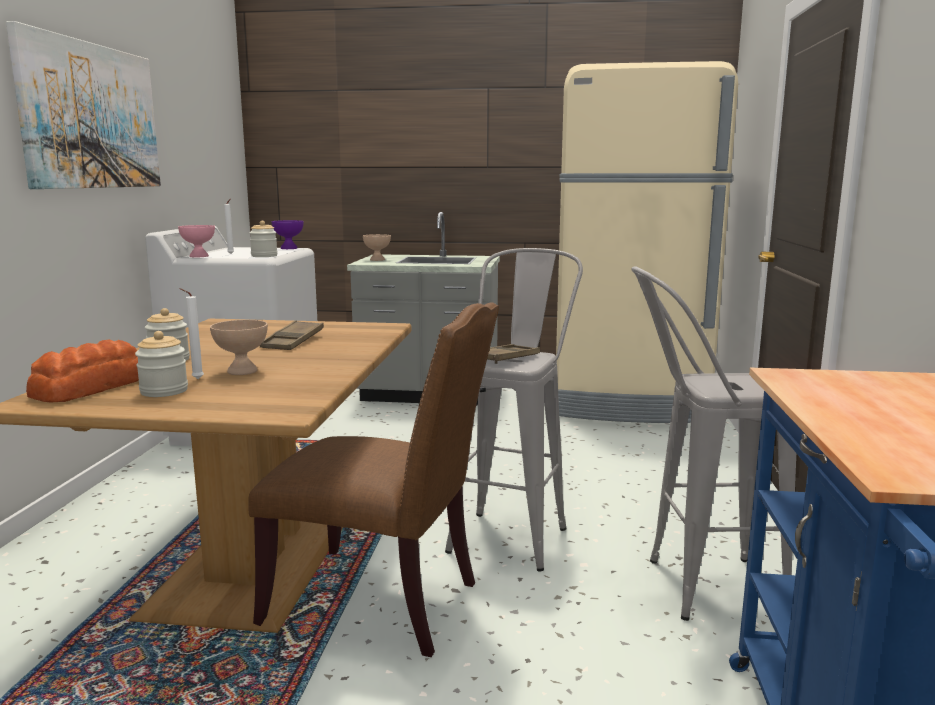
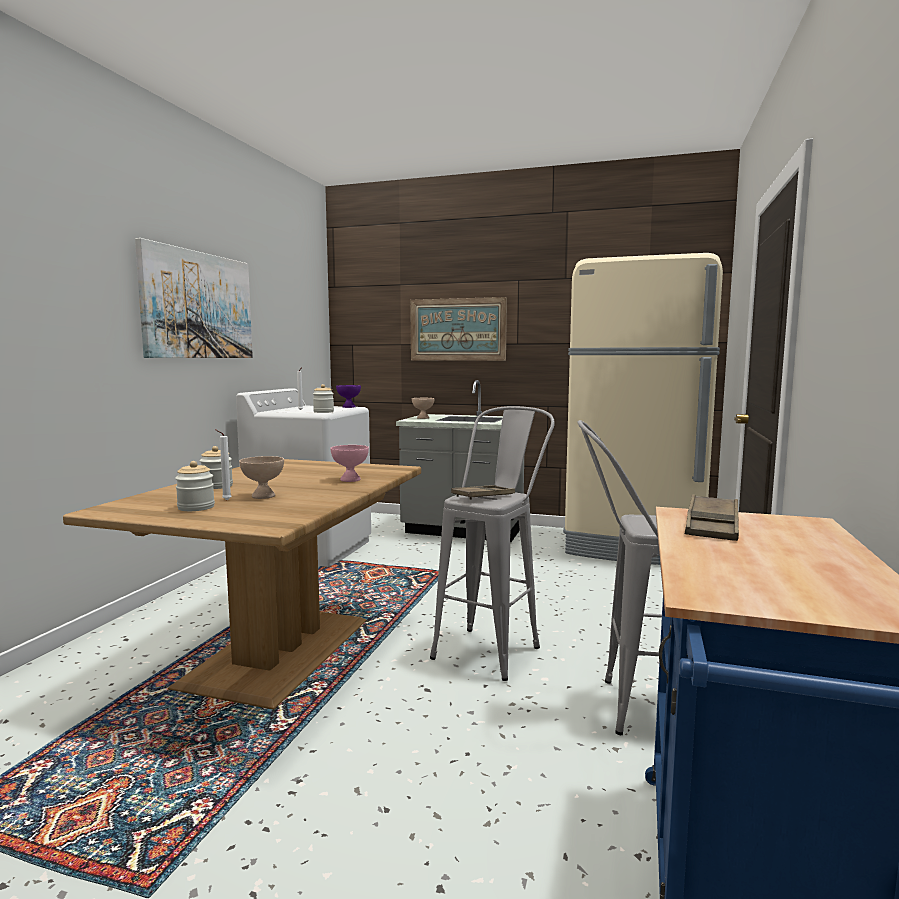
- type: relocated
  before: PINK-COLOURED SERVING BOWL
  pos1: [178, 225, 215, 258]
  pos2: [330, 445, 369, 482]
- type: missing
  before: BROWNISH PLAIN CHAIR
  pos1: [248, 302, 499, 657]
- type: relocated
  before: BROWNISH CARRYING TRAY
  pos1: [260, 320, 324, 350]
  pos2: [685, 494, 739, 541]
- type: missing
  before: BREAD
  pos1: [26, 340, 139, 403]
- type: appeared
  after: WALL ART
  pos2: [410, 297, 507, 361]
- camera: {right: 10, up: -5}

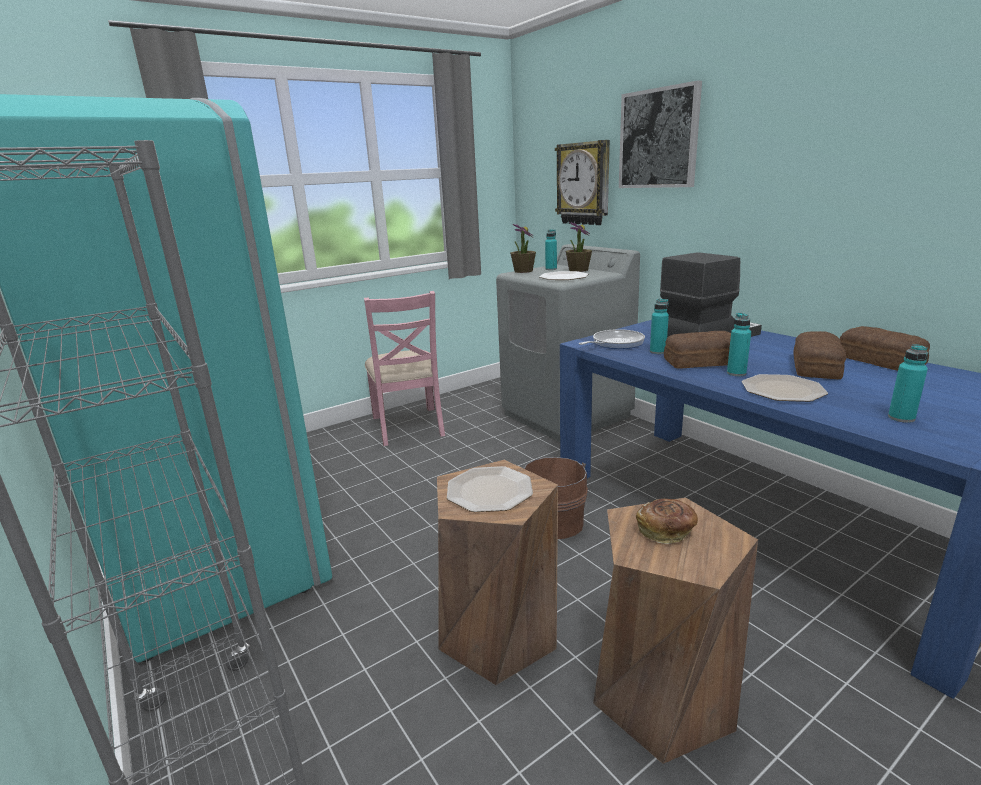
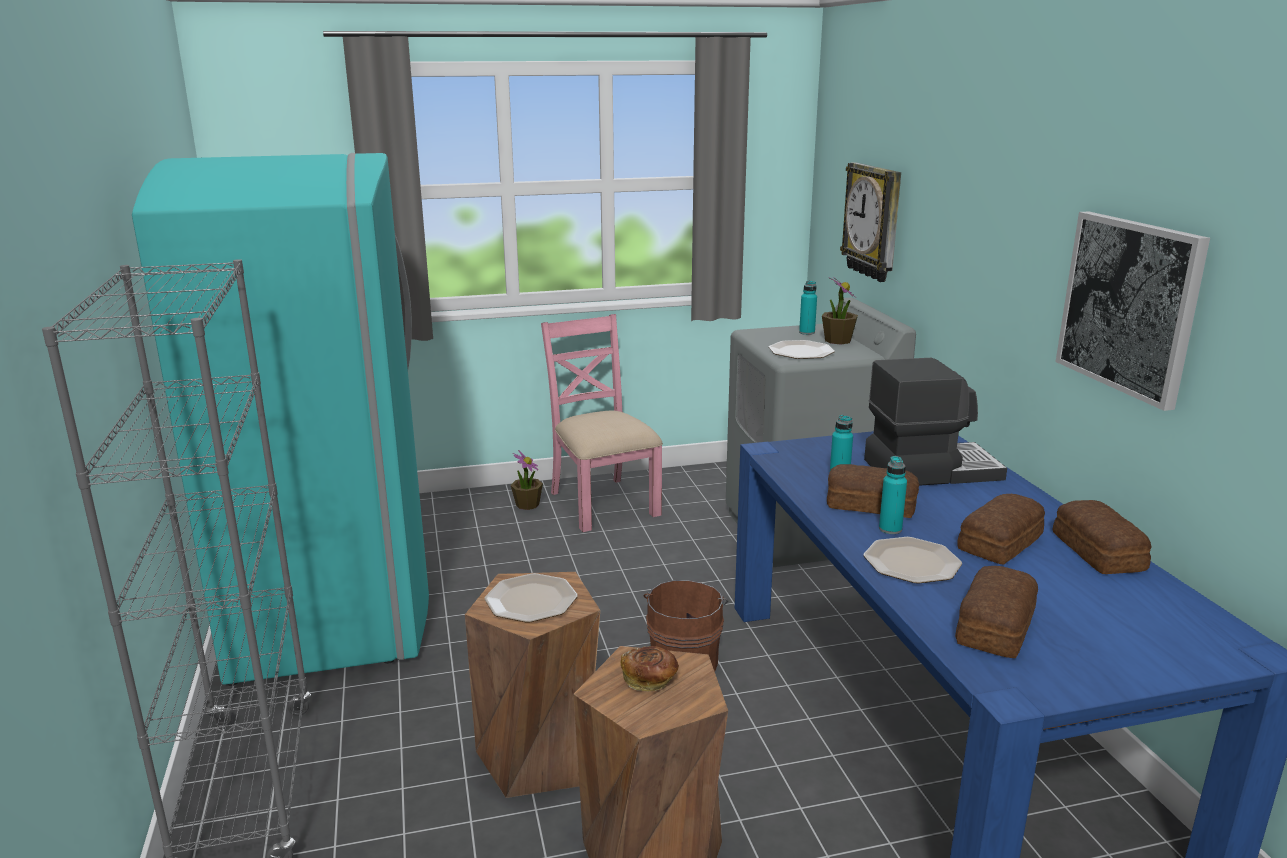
- type: relocated
  before: WALL ART
  pos1: [619, 80, 702, 188]
  pos2: [1056, 212, 1210, 411]
- type: relocated
  before: HOUSEPLANT
  pos1: [510, 224, 536, 273]
  pos2: [511, 450, 543, 510]
- type: spun
  before: PINK-COLOURED PLAIN CHAIR
  pos1: [364, 291, 445, 446]
  pos2: [541, 314, 663, 532]
  turn: 150
- type: missing
  before: PAN
  pos1: [579, 329, 645, 349]
- type: exchanged
  before: TURQUOISE-COLOURED BEVERAGE BOTTLE
  after: BREAD
  pos1: [888, 344, 928, 423]
  pos2: [955, 566, 1038, 658]
- camera: {right: 20, up: 0}

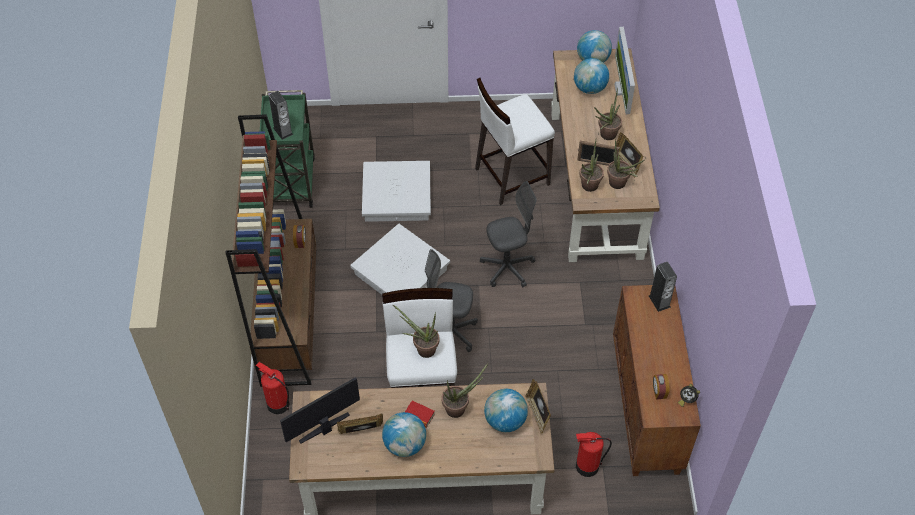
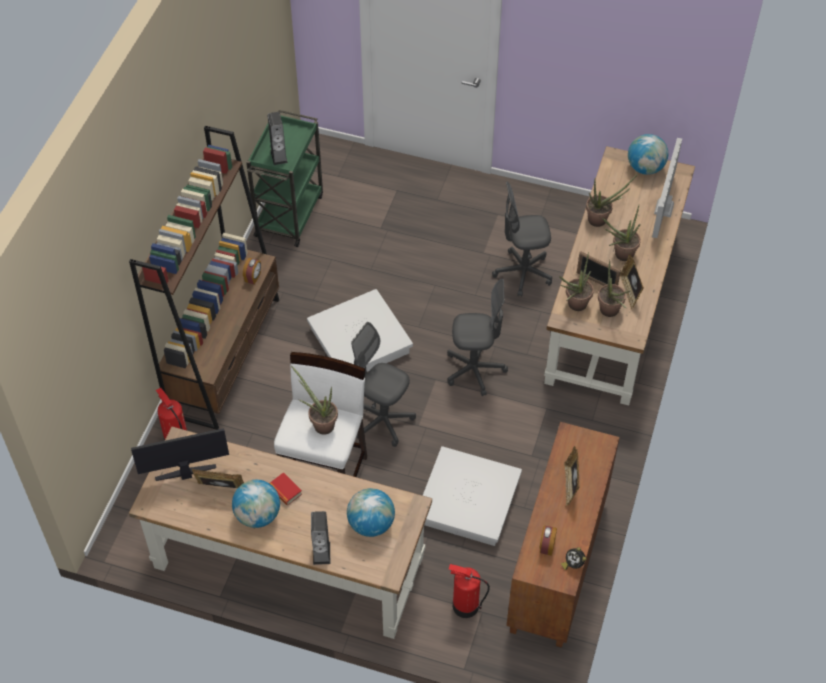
- type: missing
  before: DESK GLOBE
  pos1: [574, 58, 609, 94]
- type: exchanged
  before: WHITE STOOL SEAT
  after: GRAY DESK CHAIR
  pos1: [475, 78, 555, 205]
  pos2: [492, 182, 552, 297]
- type: relocated
  before: WHITE STORAGE CONTAINER
  pos1: [362, 161, 431, 222]
  pos2: [423, 446, 522, 546]
- type: relocated
  before: LOUDSPEAKER
  pos1: [649, 262, 677, 312]
  pos2: [311, 511, 330, 565]
- type: relocated
  before: HOUSEPLANT
  pos1: [442, 364, 488, 418]
  pos2: [586, 174, 637, 227]
- type: relocated
  before: STANDING FRAME
  pos1: [525, 379, 551, 434]
  pos2: [564, 446, 580, 506]
- camera: {right: 20, up: 0}

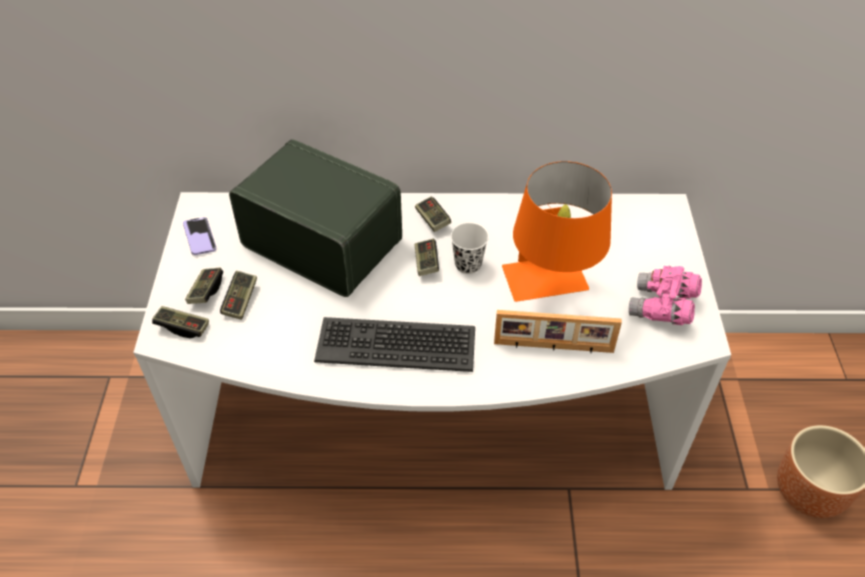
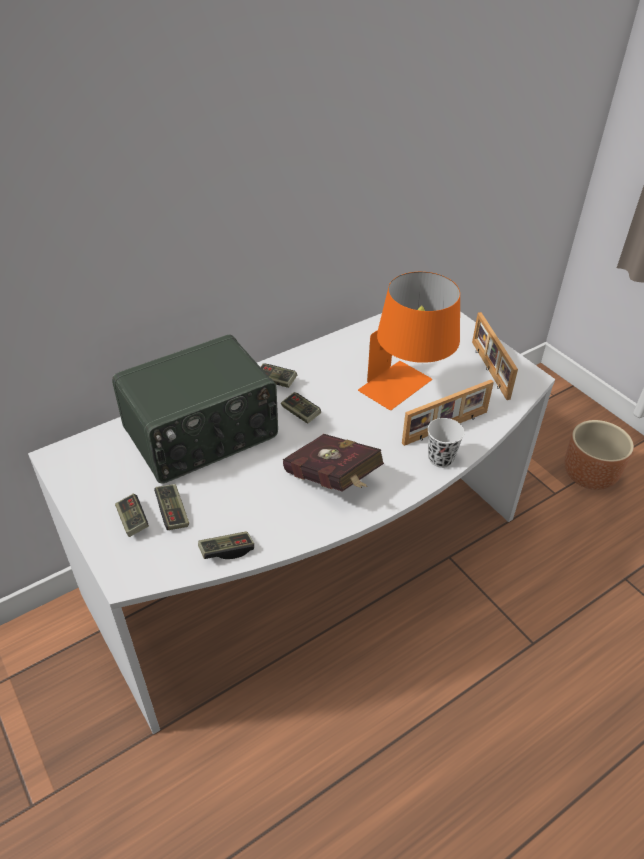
- type: spun
  before: RADIO
  pos1: [229, 139, 402, 297]
  pos2: [112, 334, 278, 483]
  turn: 150
- type: missing
  before: PHONE
  pos1: [183, 217, 216, 255]
- type: relocated
  before: WHITE CUP
  pos1: [451, 223, 489, 274]
  pos2: [428, 418, 465, 468]
- type: exchanged
  before: PINK-COLOURED FIELD GLASSES
  after: STANDING FRAME
  pos1: [629, 265, 702, 325]
  pos2: [472, 312, 518, 400]
- type: relocated
  before: GAME CONTROLLER
  pos1: [152, 306, 209, 338]
  pos2: [198, 532, 254, 559]
- type: exchanged
  before: KEYBOARD
  after: RED VOLUME
  pos1: [314, 317, 475, 372]
  pos2: [283, 434, 384, 492]
- camera: {right: -35, up: -5}

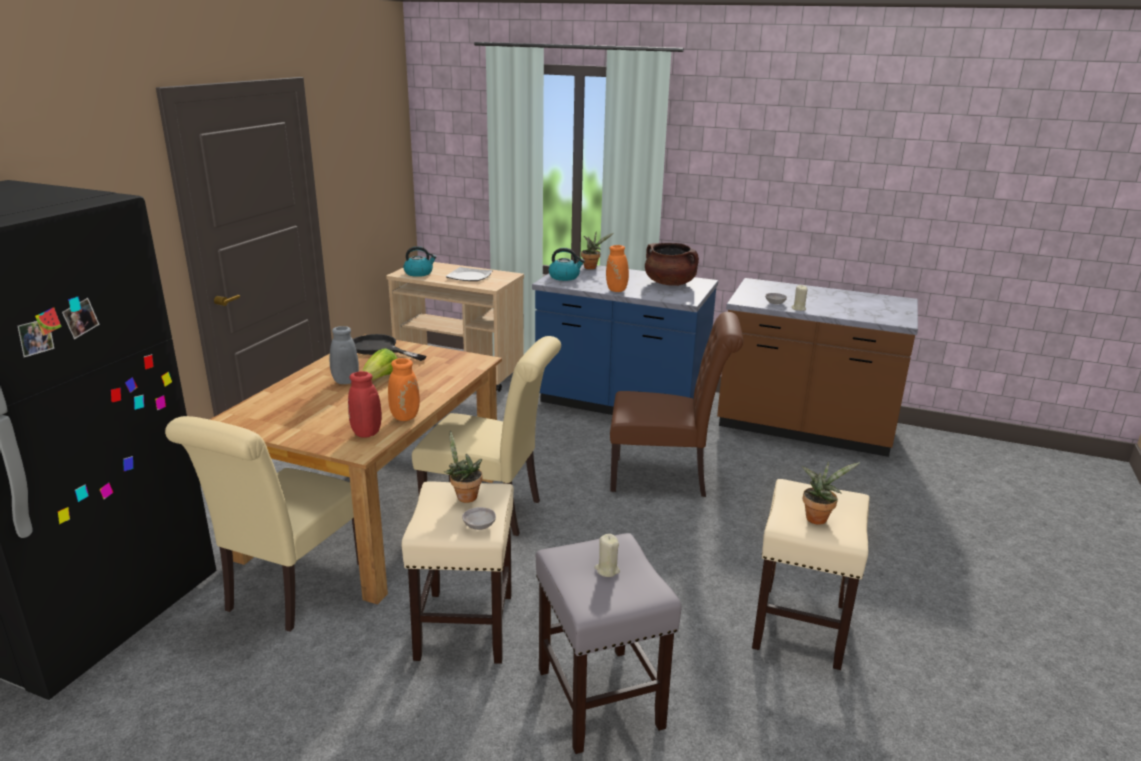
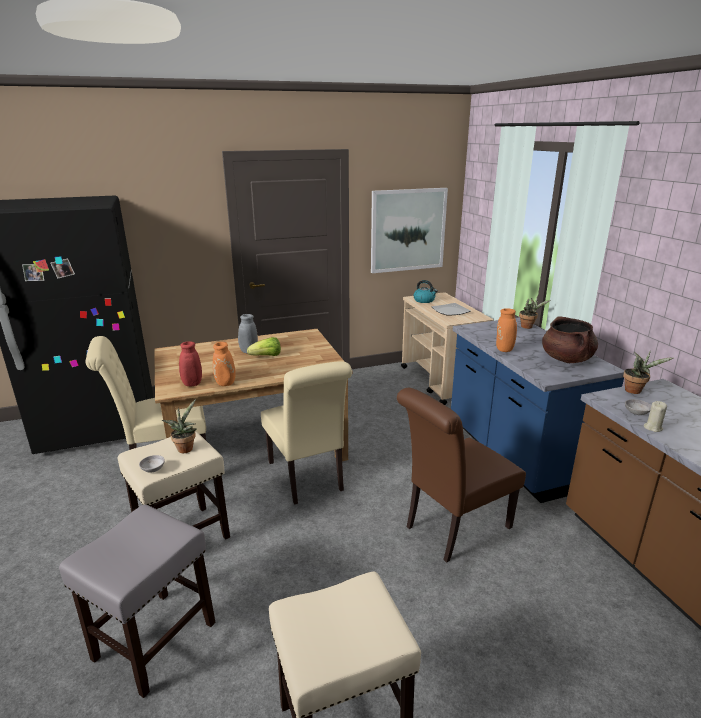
- type: missing
  before: KETTLE
  pos1: [549, 248, 585, 281]
- type: spun
  before: BROWNISH PLAIN CHAIR
  pos1: [610, 312, 743, 497]
  pos2: [397, 388, 526, 563]
  turn: 90
- type: missing
  before: BLACK-COLOURED PAN
  pos1: [353, 334, 427, 361]
- type: relocated
  before: HOUSEPLANT
  pos1: [802, 461, 860, 525]
  pos2: [623, 351, 673, 394]
- type: missing
  before: BEIGE-COLOURED WAX LIGHT
  pos1: [595, 534, 620, 577]
- type: appeared
  after: WALL ART
  pos2: [371, 188, 448, 273]
- camera: {right: 50, up: 0}

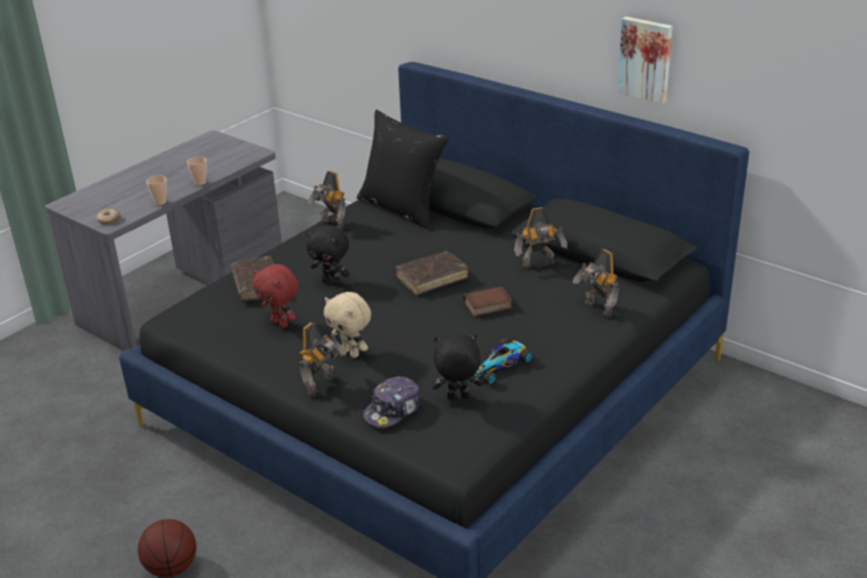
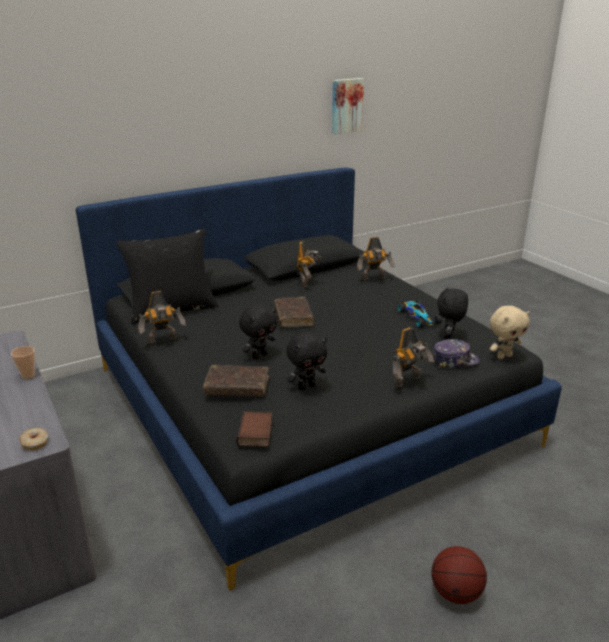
- type: relocated
  before: WALL ART
  pos1: [618, 16, 673, 104]
  pos2: [332, 78, 364, 134]
- type: missing
  before: CUP
  pos1: [146, 175, 167, 205]
- type: colour
  before: RED SOFT TOY
  after: BLACK-COLOURED SOFT TOY
  pos1: [252, 264, 298, 328]
  pos2: [286, 332, 327, 390]
- type: relocated
  before: VOLUME
  pos1: [463, 286, 513, 317]
  pos2: [236, 412, 273, 447]
- type: relocated
  before: BEIGE-COLOURED SOFT TOY
  pos1: [324, 292, 371, 358]
  pos2: [490, 306, 530, 359]
- type: spun
  before: MODEL ROBOT
  pos1: [299, 322, 346, 397]
  pos2: [393, 327, 434, 389]
  turn: 90
- type: spun
  before: PEAKED CAP
  pos1: [363, 376, 420, 428]
  pos2: [433, 339, 480, 368]
  turn: -75
- camera: {right: -70, up: -5}

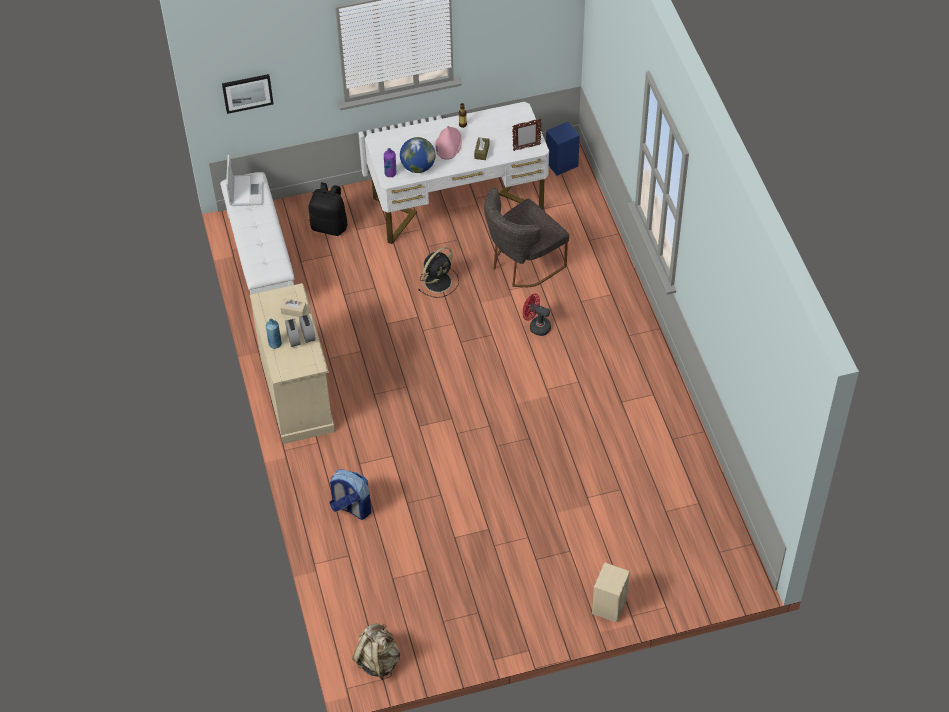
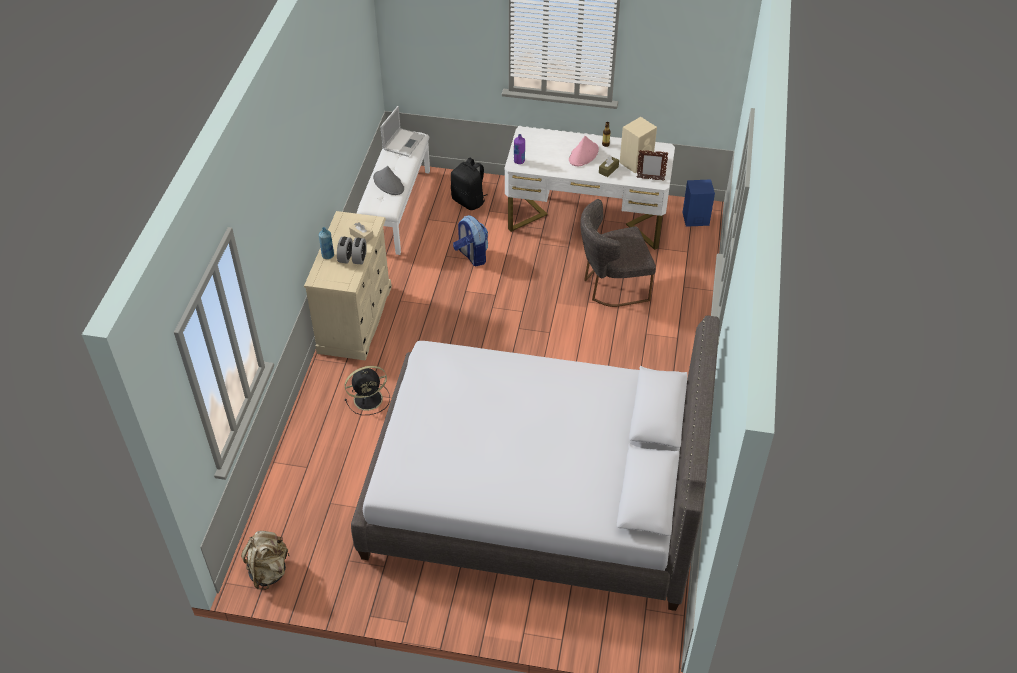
- type: missing
  before: WALL ART
  pos1: [222, 74, 274, 114]
- type: missing
  before: DESK GLOBE
  pos1: [400, 137, 435, 173]
- type: relocated
  before: BLACK-COLOURED FAN
  pos1: [418, 247, 459, 298]
  pos2: [345, 366, 390, 415]
- type: missing
  before: RED FAN
  pos1: [523, 293, 551, 336]
- type: relocated
  before: RUCKSACK
  pos1: [329, 469, 372, 520]
  pos2: [453, 215, 488, 266]
- type: relocated
  before: BEIGE-COLOURED LOUDSPEAKER
  pos1: [592, 562, 630, 623]
  pos2: [620, 117, 657, 174]
- type: appeared
  after: GRAY HAT
  pos2: [373, 166, 404, 195]
- type: appeared
  after: GRAY SLEEPING BED
  pos2: [351, 316, 720, 611]
- camera: {right: 25, up: -5}

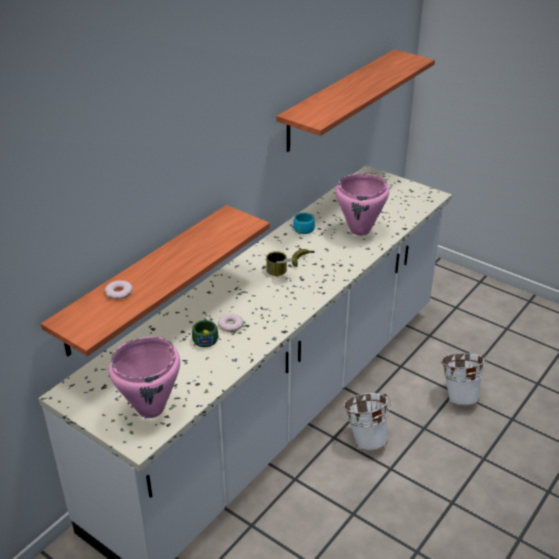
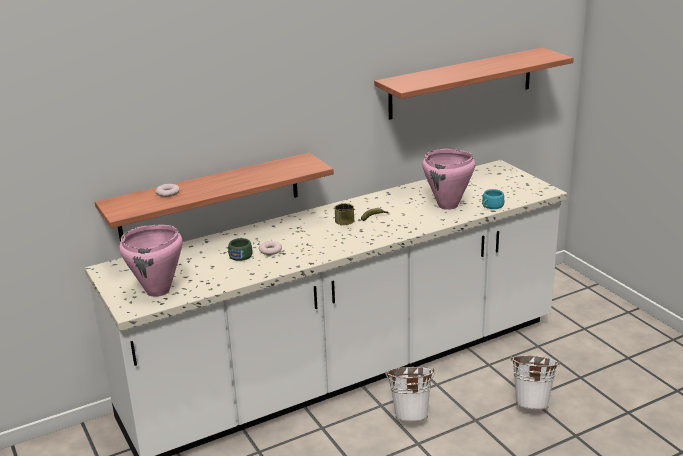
- type: relocated
  before: TURQUOISE-COLOURED CUP
  pos1: [293, 213, 315, 234]
  pos2: [482, 189, 504, 209]
- camera: {right: 25, up: -10}

